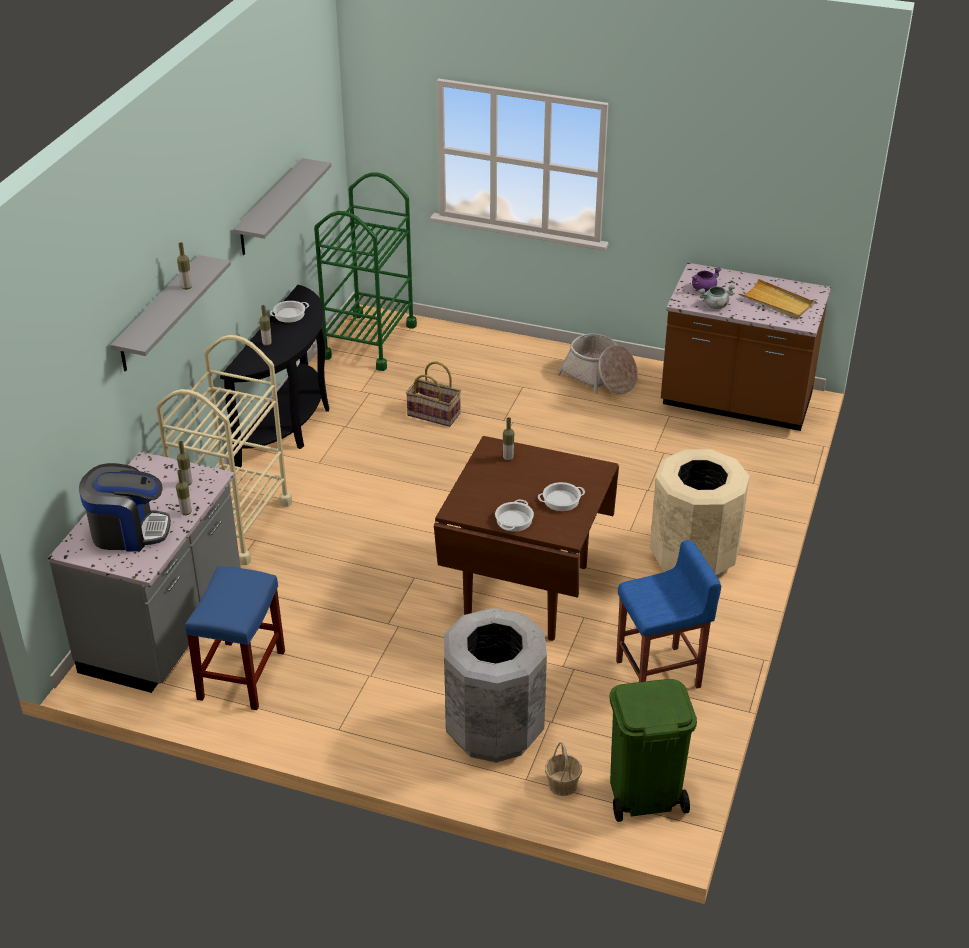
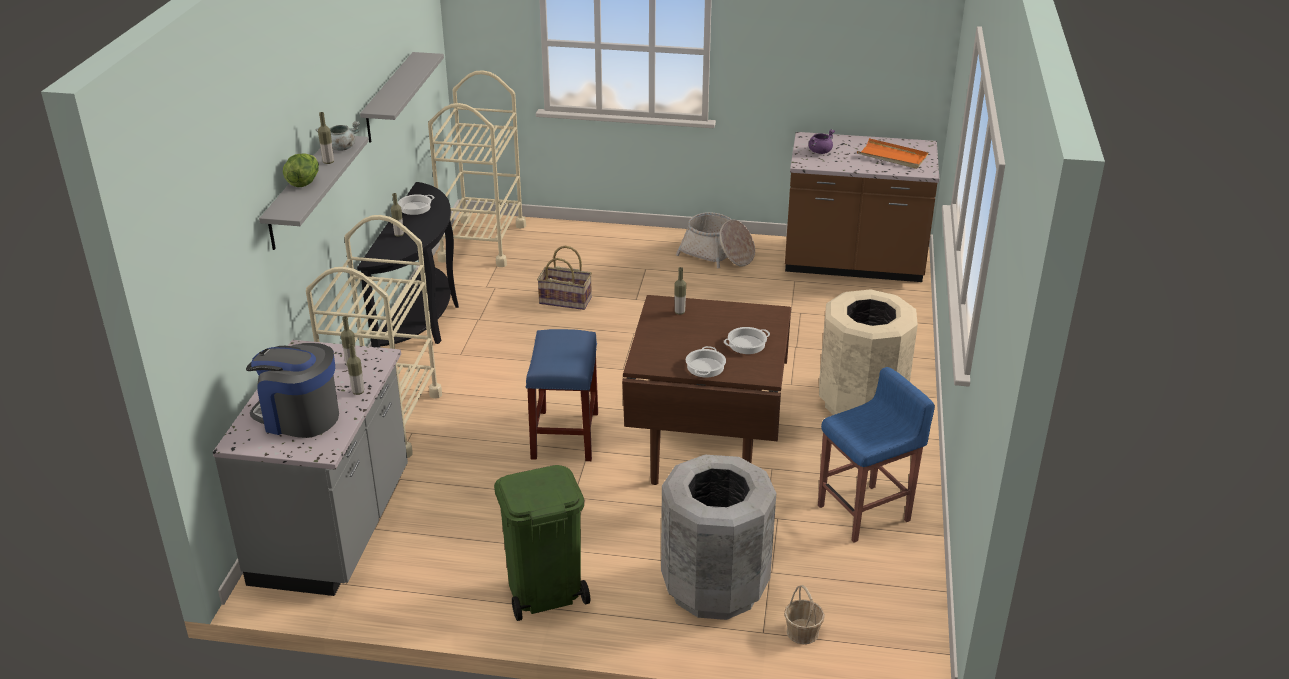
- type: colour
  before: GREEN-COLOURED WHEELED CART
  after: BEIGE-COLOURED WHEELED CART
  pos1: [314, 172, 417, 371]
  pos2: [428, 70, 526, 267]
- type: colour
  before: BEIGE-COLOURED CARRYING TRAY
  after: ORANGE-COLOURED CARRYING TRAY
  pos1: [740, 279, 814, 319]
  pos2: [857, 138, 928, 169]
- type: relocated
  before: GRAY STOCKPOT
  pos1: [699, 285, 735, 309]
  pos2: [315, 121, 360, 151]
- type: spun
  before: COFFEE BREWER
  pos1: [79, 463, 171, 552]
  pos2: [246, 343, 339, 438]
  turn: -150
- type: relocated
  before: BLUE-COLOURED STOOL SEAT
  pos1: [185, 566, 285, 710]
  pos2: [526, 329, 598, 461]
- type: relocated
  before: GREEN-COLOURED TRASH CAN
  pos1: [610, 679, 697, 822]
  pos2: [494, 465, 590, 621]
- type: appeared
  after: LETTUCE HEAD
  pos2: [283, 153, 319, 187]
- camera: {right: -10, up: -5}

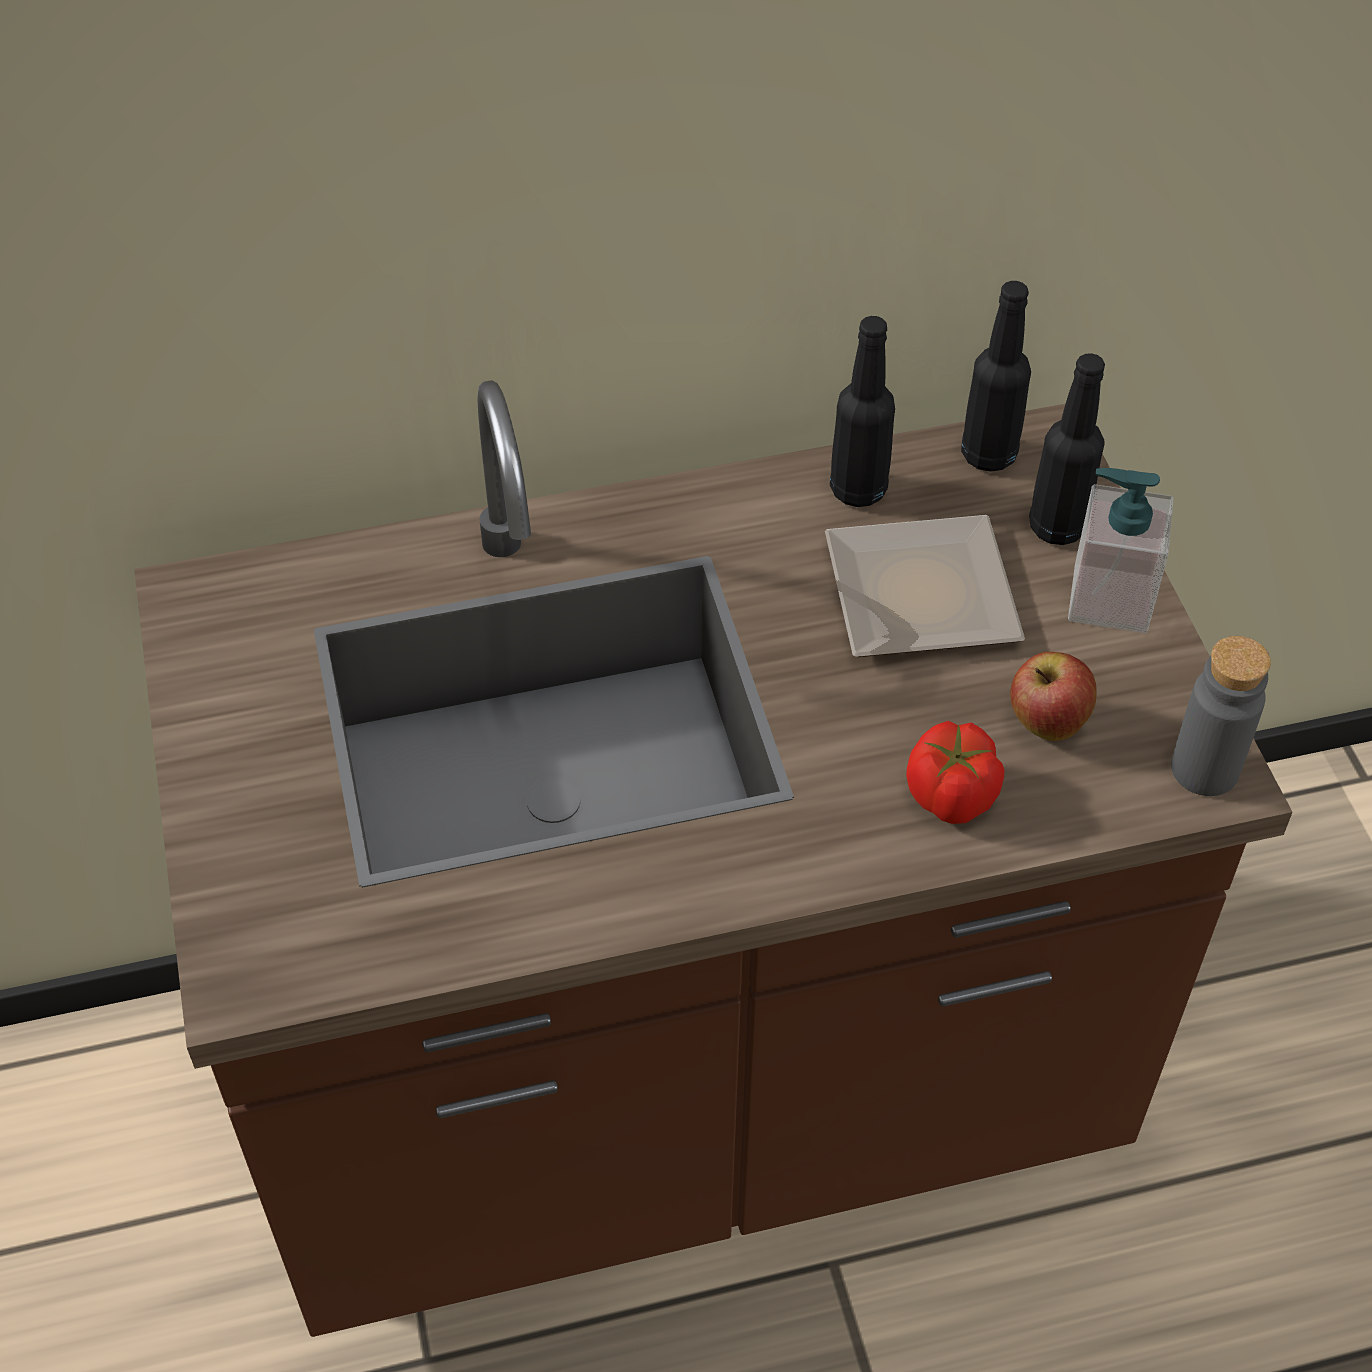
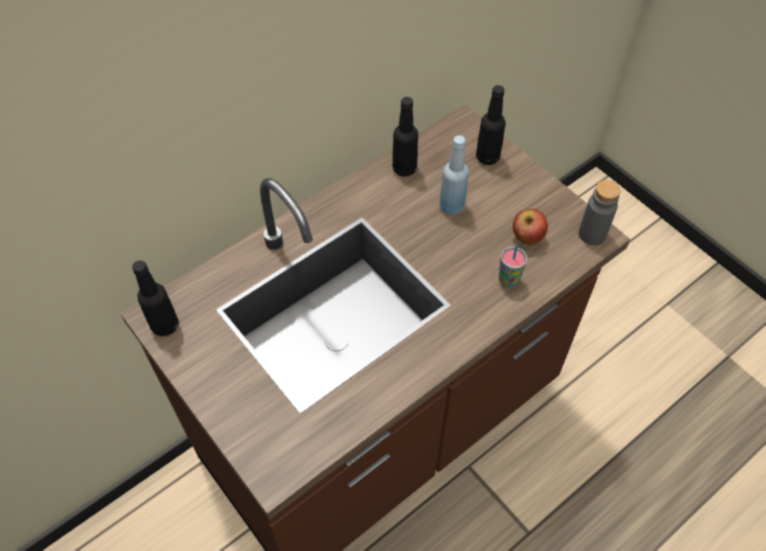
- type: relocated
  before: BLACK-COLOURED BEVERAGE BOTTLE
  pos1: [961, 281, 1031, 472]
  pos2: [132, 261, 179, 336]
- type: missing
  before: SOAP BOTTLE
  pos1: [1068, 468, 1173, 633]
- type: exchanged
  before: DINNER PLATE
  after: BLUE-COLOURED BEVERAGE BOTTLE
  pos1: [825, 515, 1025, 657]
  pos2: [439, 135, 469, 215]
- type: exchanged
  before: TOMATO
  after: CUP
  pos1: [906, 721, 1004, 824]
  pos2: [499, 244, 527, 288]
- camera: {right: -25, up: 5}

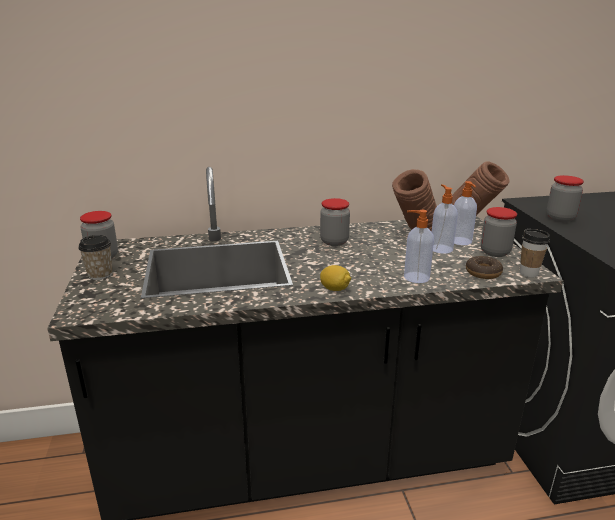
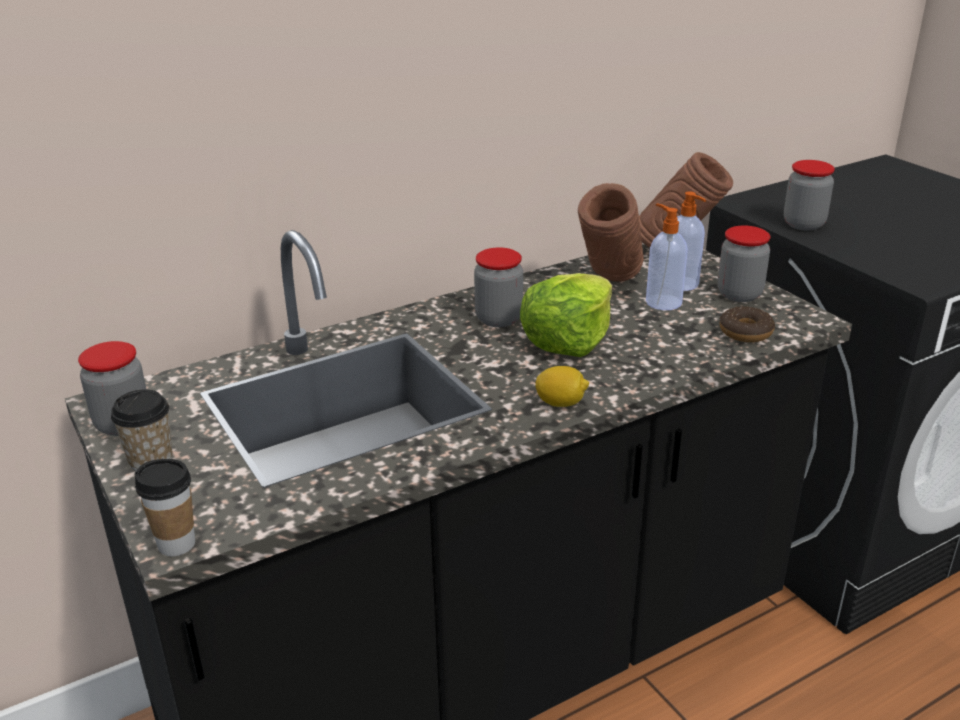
- type: missing
  before: SOAP BOTTLE
  pos1: [404, 210, 434, 283]
- type: relocated
  before: CUP
  pos1: [520, 229, 550, 277]
  pos2: [135, 459, 195, 556]
- type: appeared
  after: LETTUCE HEAD
  pos2: [520, 273, 612, 357]
- camera: {right: -20, up: 5}

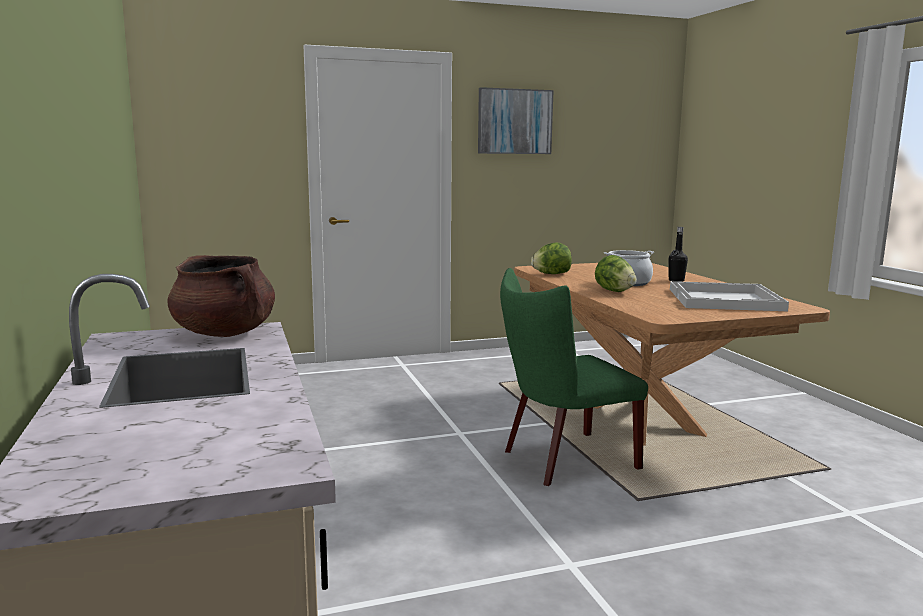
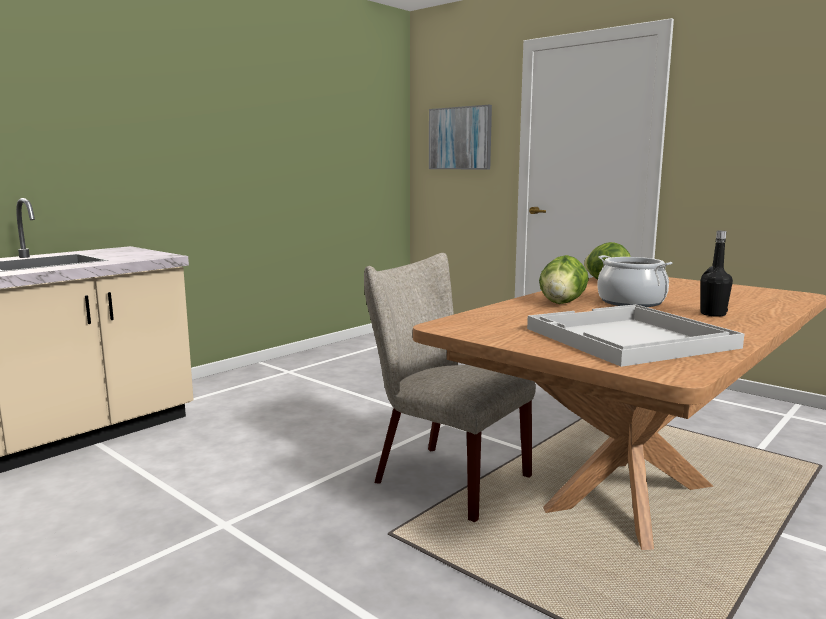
- type: relocated
  before: WALL ART
  pos1: [478, 87, 554, 154]
  pos2: [429, 105, 492, 169]
- type: missing
  before: BROWNISH STOCKPOT
  pos1: [168, 255, 275, 337]
- type: colour
  before: GREEN-COLOURED PLAIN CHAIR
  after: BEIGE-COLOURED PLAIN CHAIR
  pos1: [500, 268, 648, 486]
  pos2: [364, 253, 536, 522]
- camera: {right: 60, up: 0}

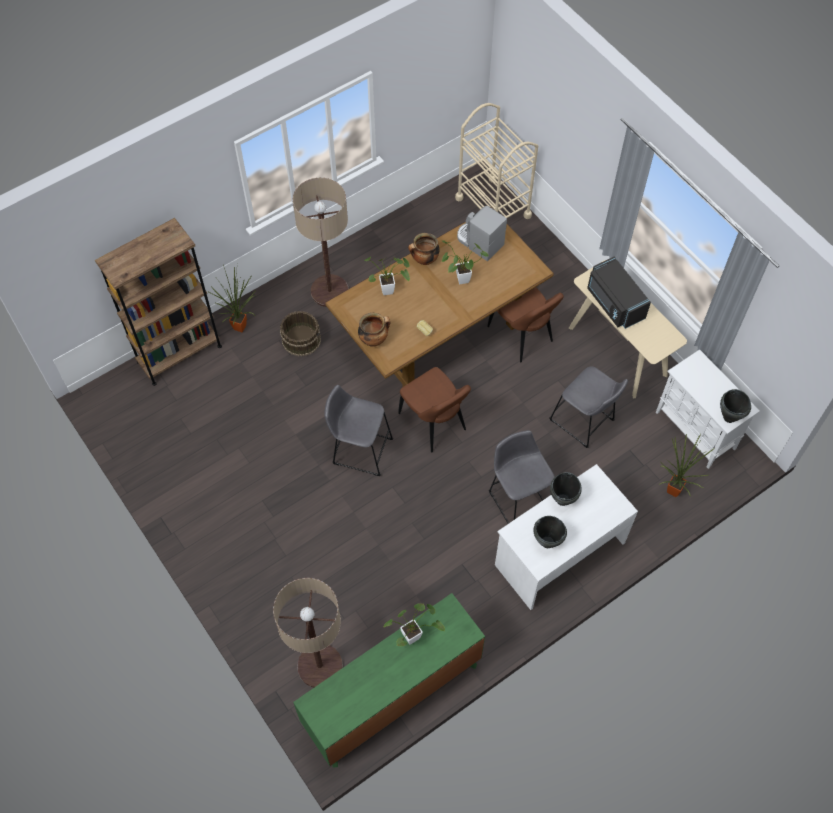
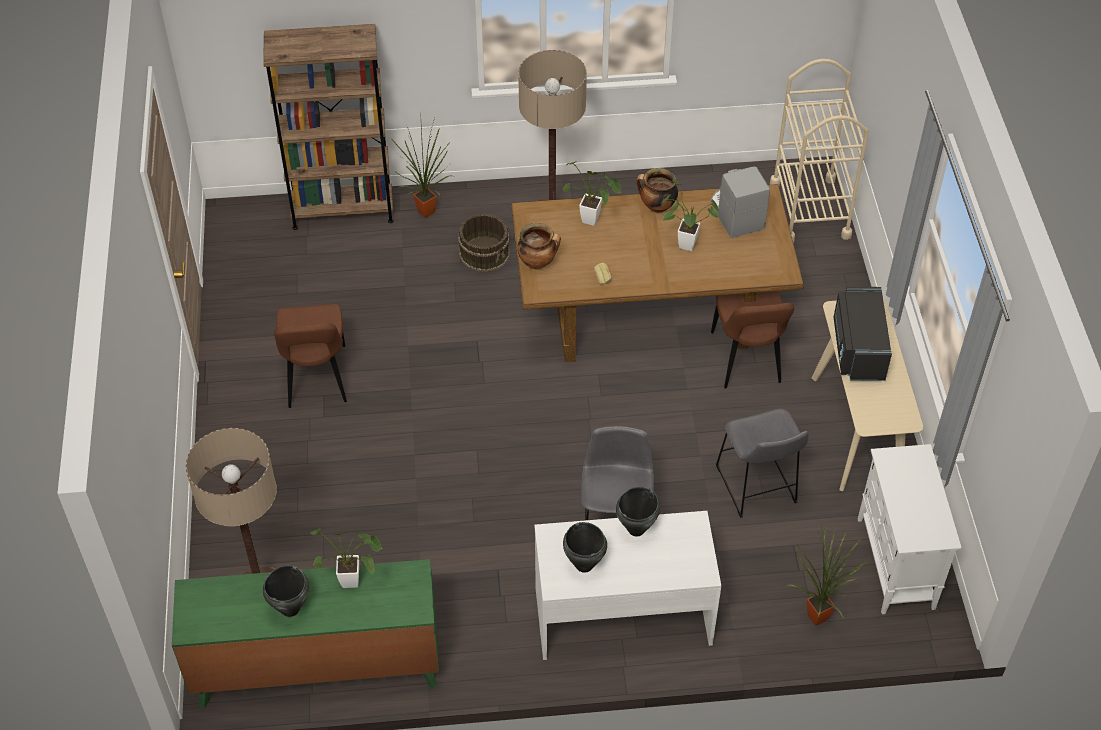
- type: relocated
  before: BROWNISH PLAIN CHAIR
  pos1: [398, 367, 471, 453]
  pos2: [274, 304, 347, 408]
- type: missing
  before: GRAY STOOL SEAT
  pos1: [324, 385, 393, 476]
- type: relocated
  before: BLACK-COLOURED STOCKPOT
  pos1: [720, 389, 751, 423]
  pos2: [263, 565, 309, 617]
- camera: {right: 30, up: -10}

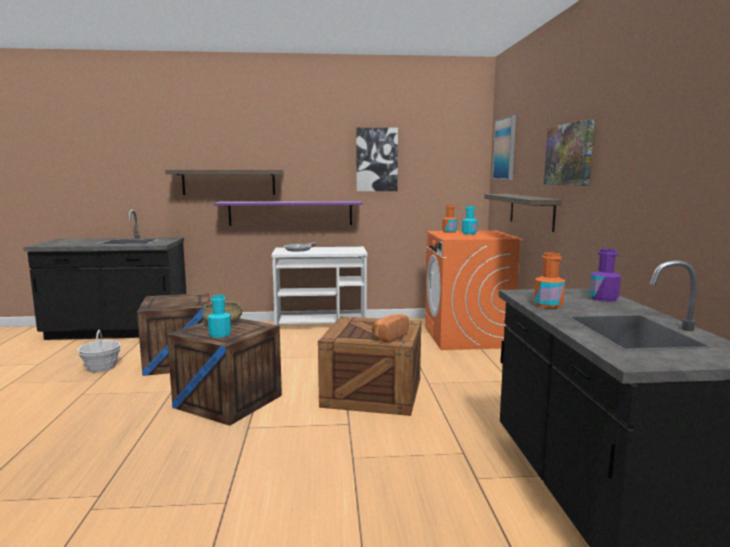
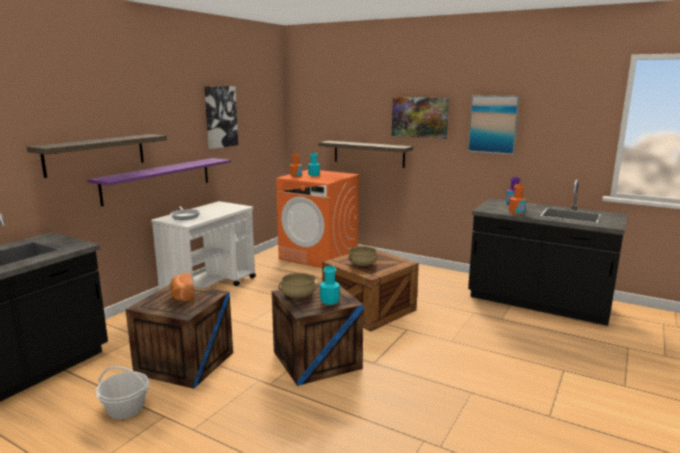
- type: relocated
  before: WALL ART
  pos1: [492, 115, 516, 180]
  pos2: [468, 95, 520, 155]
- type: relocated
  before: BREAD
  pos1: [372, 314, 409, 343]
  pos2: [170, 273, 195, 301]
- type: appeared
  after: BEIGE-COLOURED STOCKPOT
  pos2: [348, 246, 377, 266]
- camera: {right: -55, up: 5}

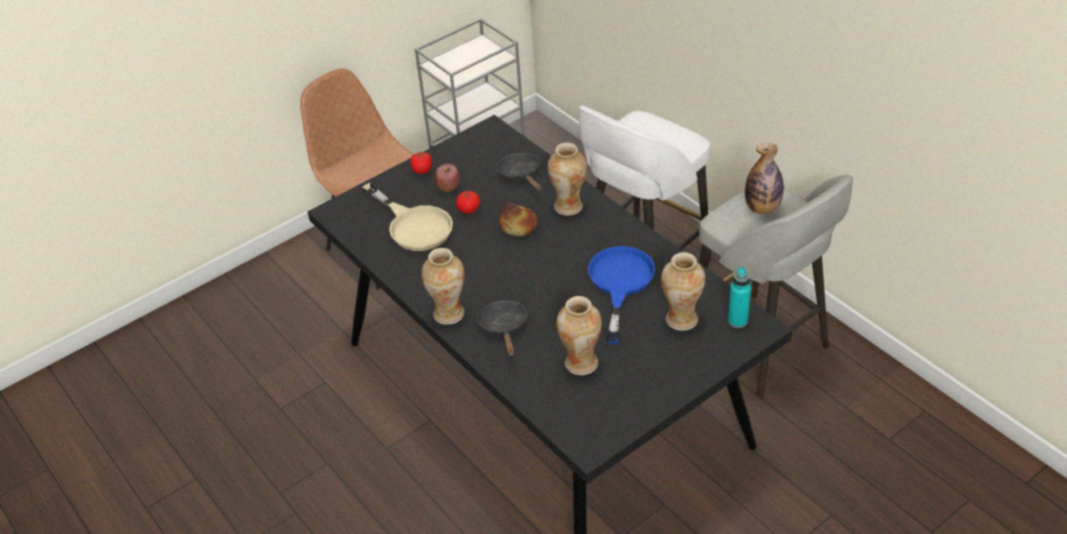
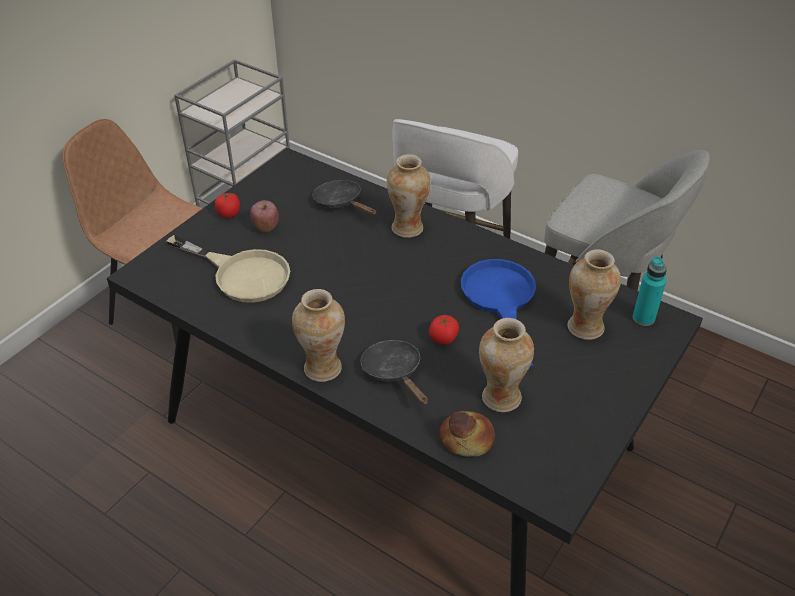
- type: missing
  before: BEVERAGE BOTTLE
  pos1: [745, 143, 784, 214]
- type: relocated
  before: TOMATO
  pos1: [456, 191, 480, 214]
  pos2: [429, 315, 459, 345]
- type: relocated
  before: BREAD
  pos1: [499, 203, 537, 236]
  pos2: [439, 411, 495, 457]
- camera: {right: -20, up: 0}

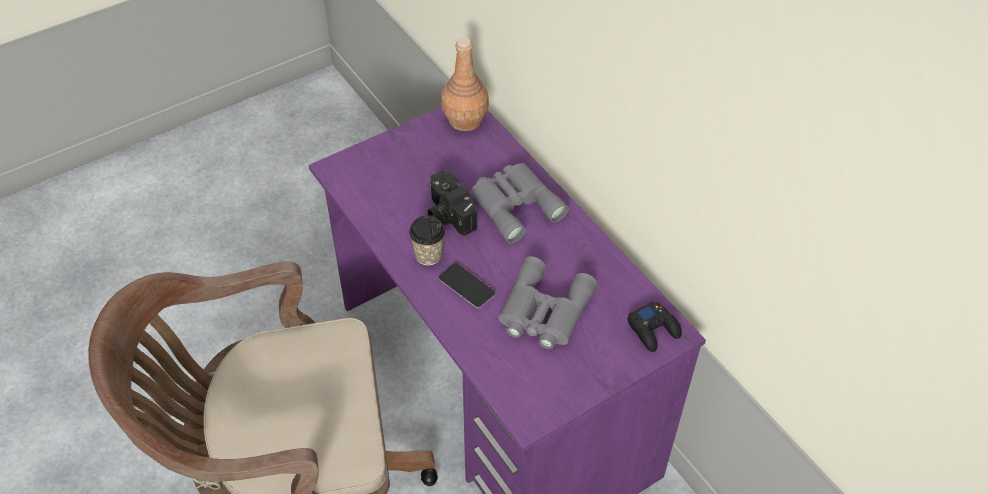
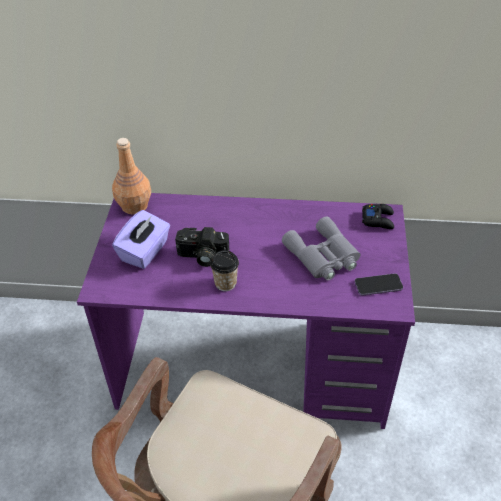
- type: missing
  before: GRAY FIELD GLASSES
  pos1: [471, 163, 569, 243]
- type: relocated
  before: PHONE
  pos1: [438, 263, 495, 309]
  pos2: [355, 273, 403, 296]
- type: appeared
  after: PURPLE-COLOURED BOX OF TISSUES
  pos2: [112, 210, 170, 269]
- camera: {right: -50, up: -5}

